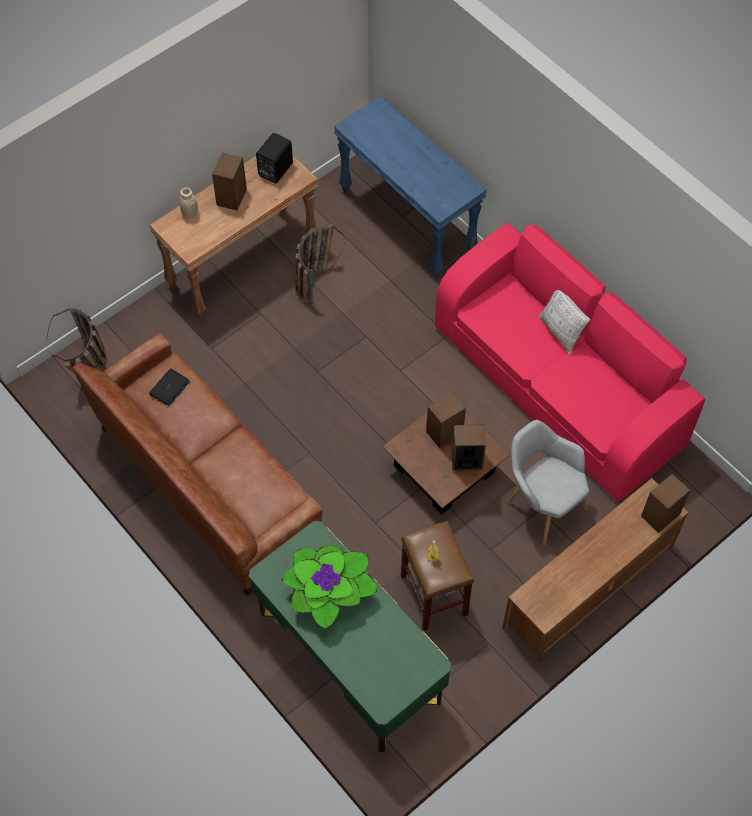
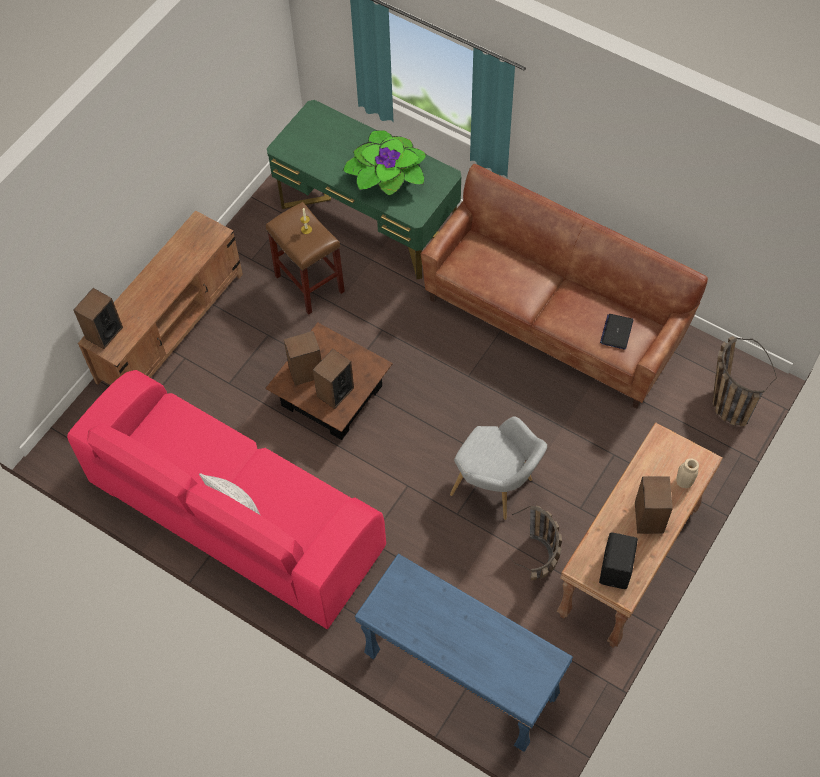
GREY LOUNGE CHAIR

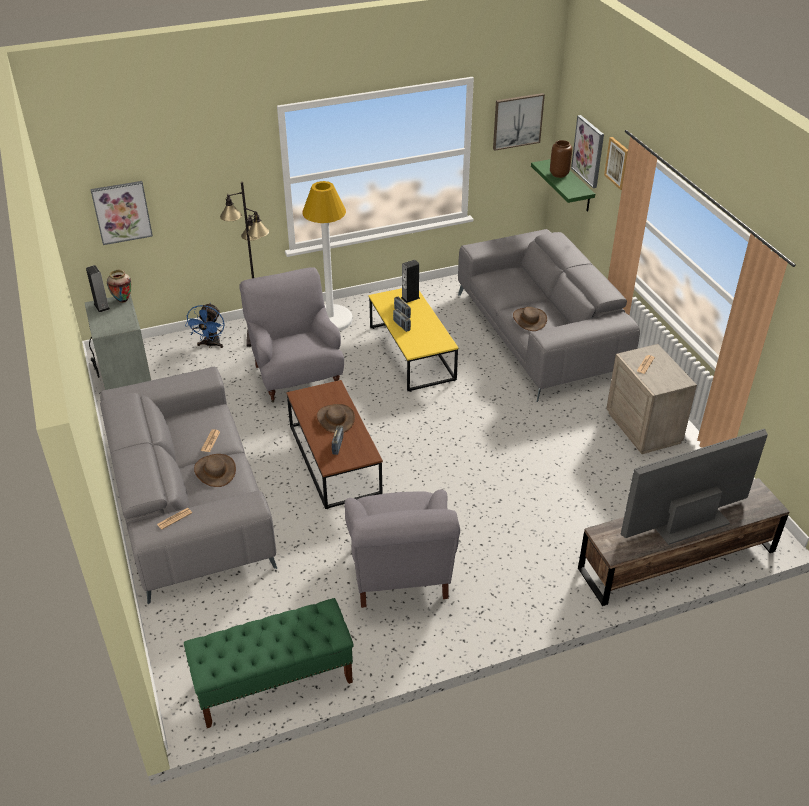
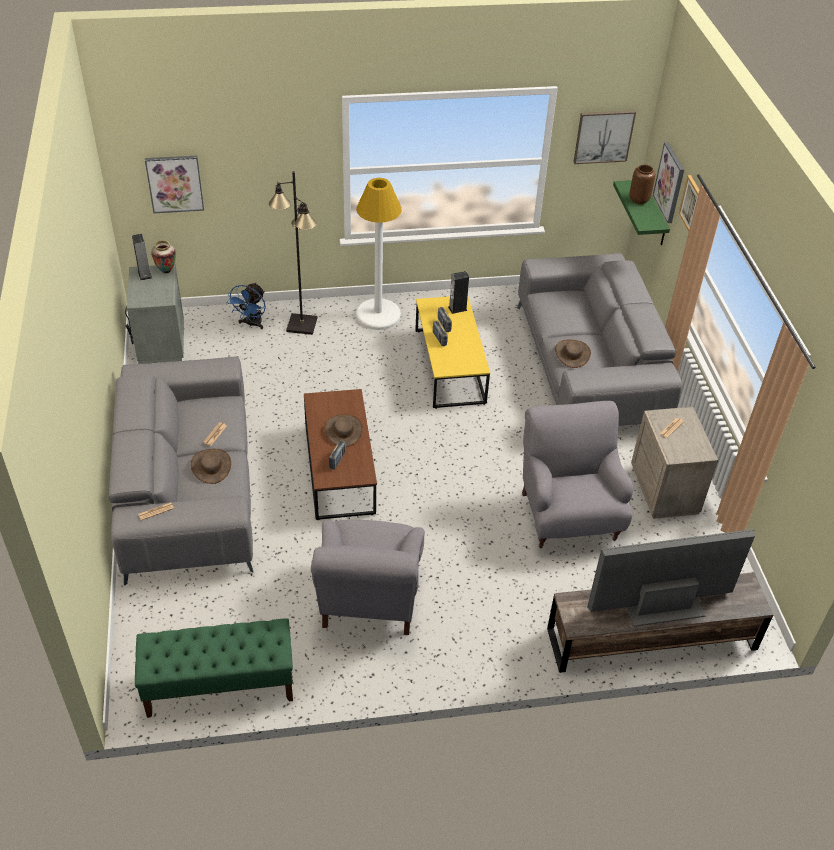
GREY LOUNGE CHAIR (2nd from left)

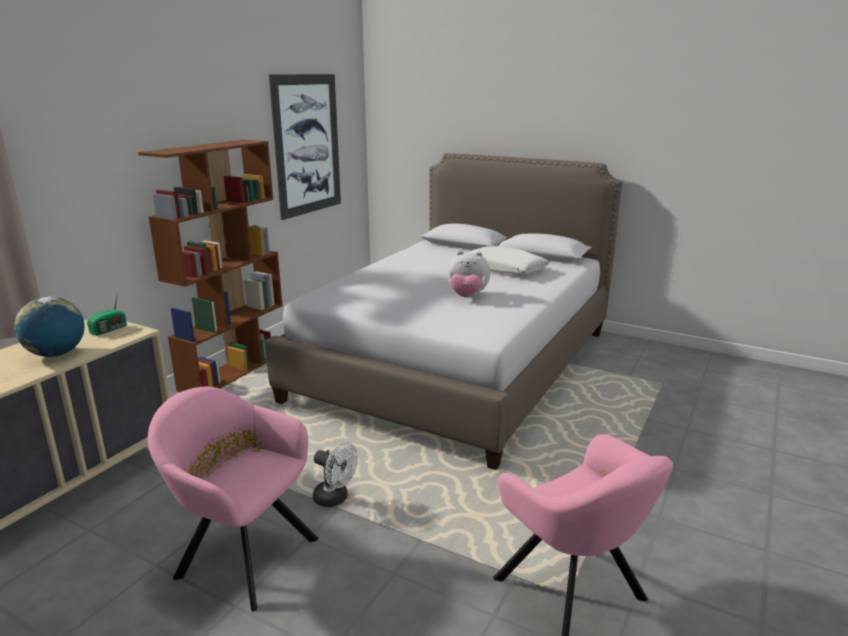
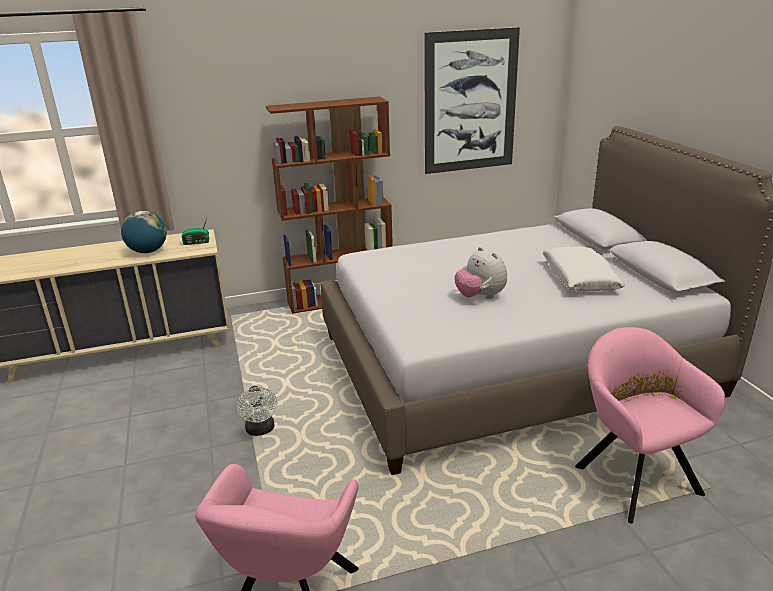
PINK LOUNGE CHAIR (2nd from left)

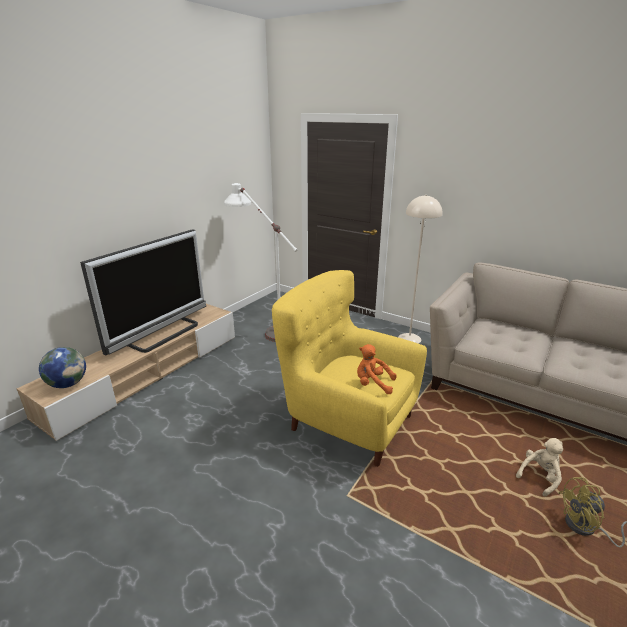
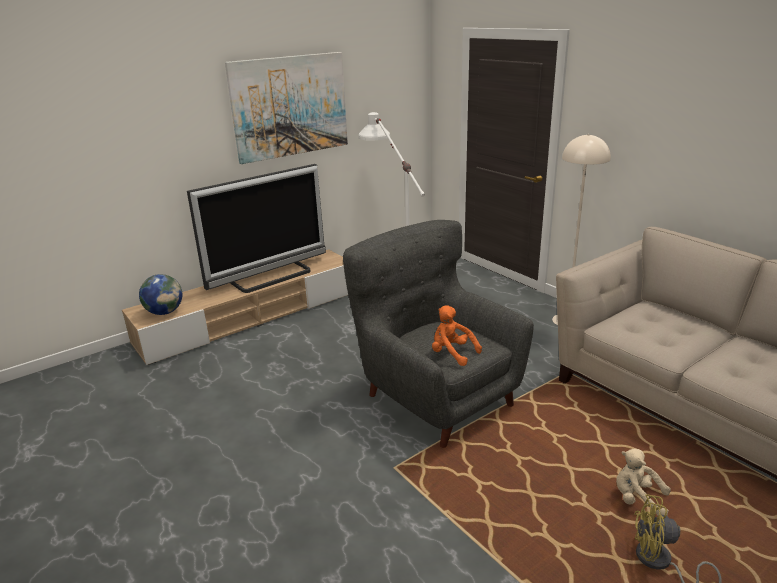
WALL ART; GREY LOUNGE CHAIR; BEIGE CUDDLY TOY

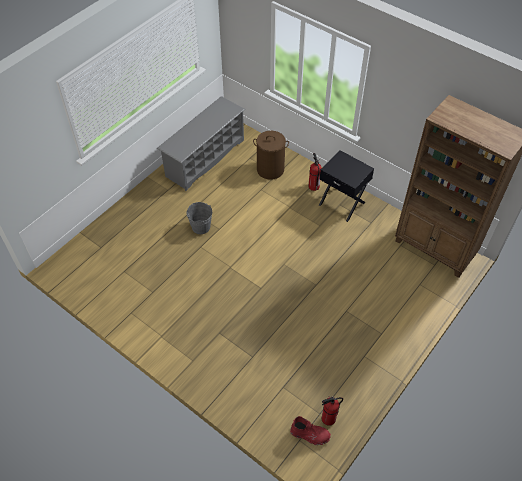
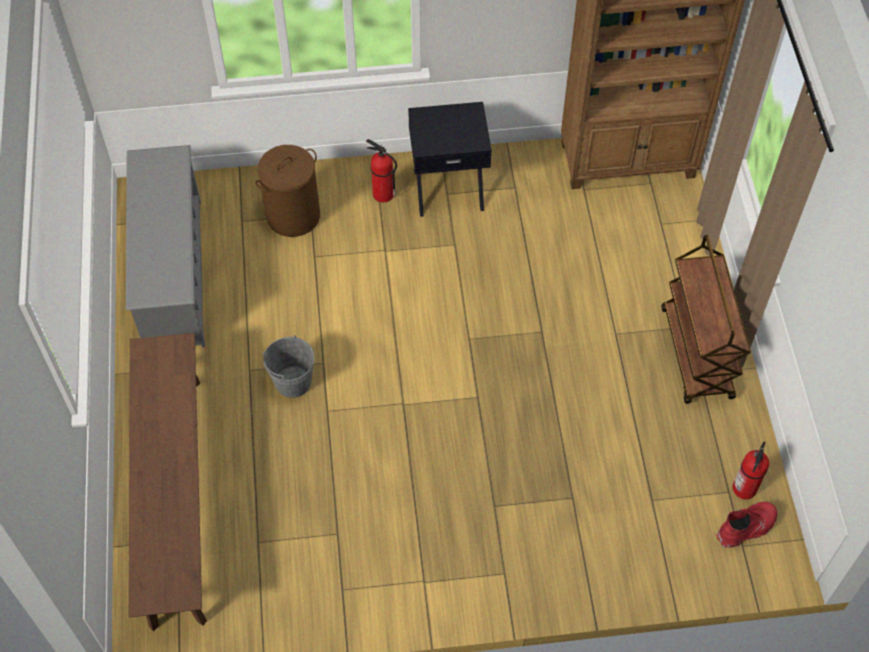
BROWN-COLOURED LONG SEAT; BROWN-COLOURED CART

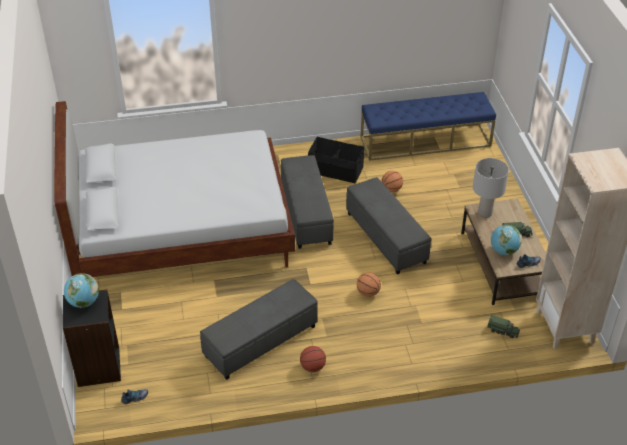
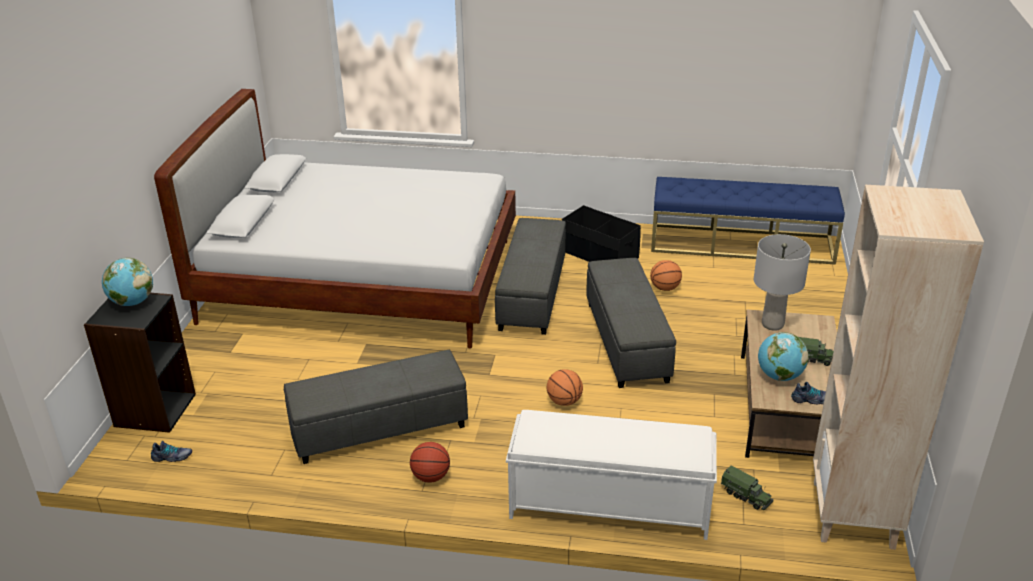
WHITISH LONG SEAT

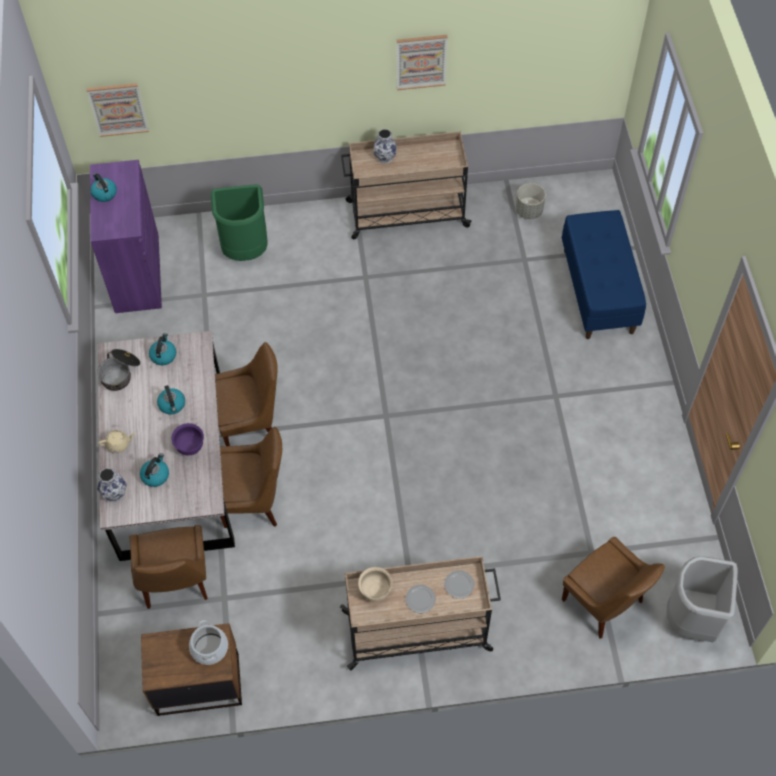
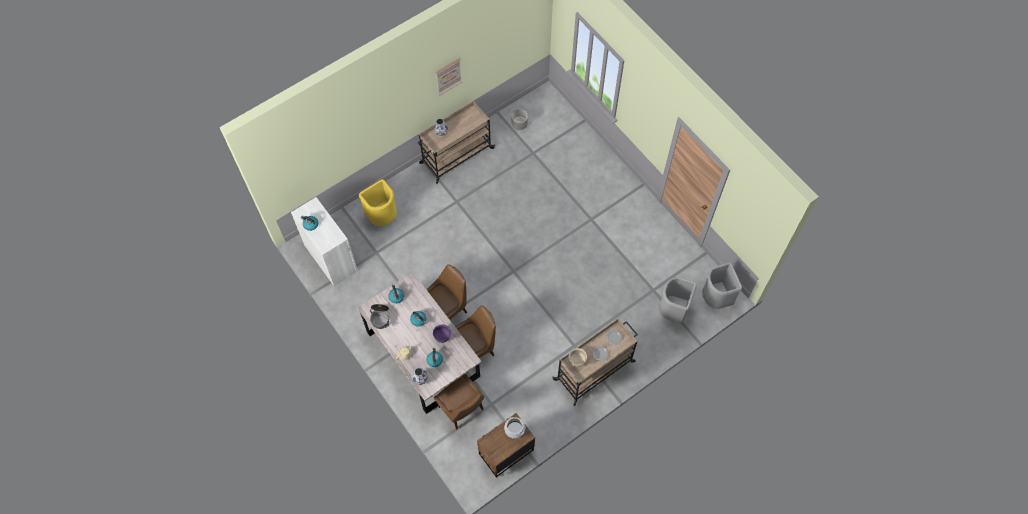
WHITISH CUPBOARD; YELLOW TRASH CAN; GREY TRASH CAN (1st from left); WALL ART (1st from left in the first image); BLUE LONG SEAT

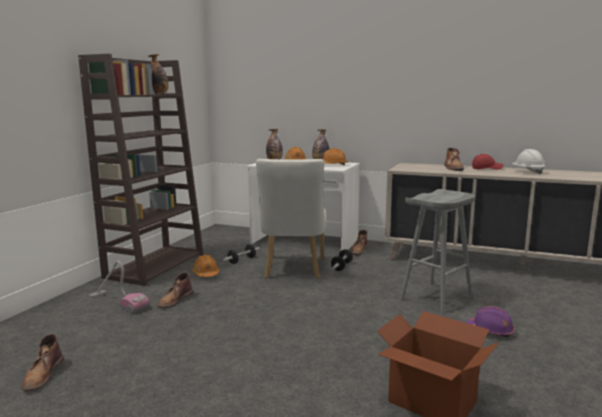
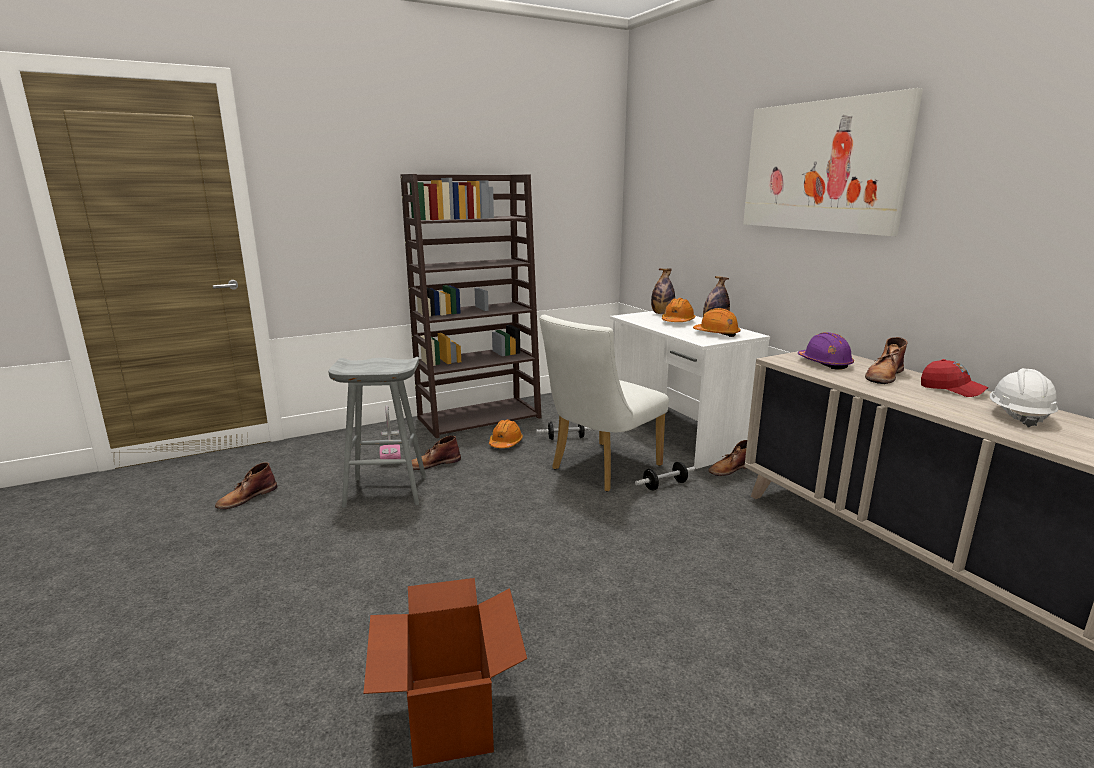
GREY STOOL; WALL ART; PURPLE-COLOURED SAFETY HELMET; BEVERAGE BOTTLE (1st from left in the first image)

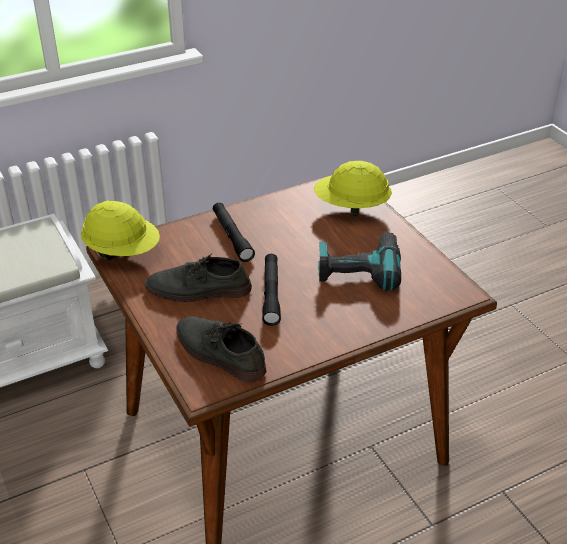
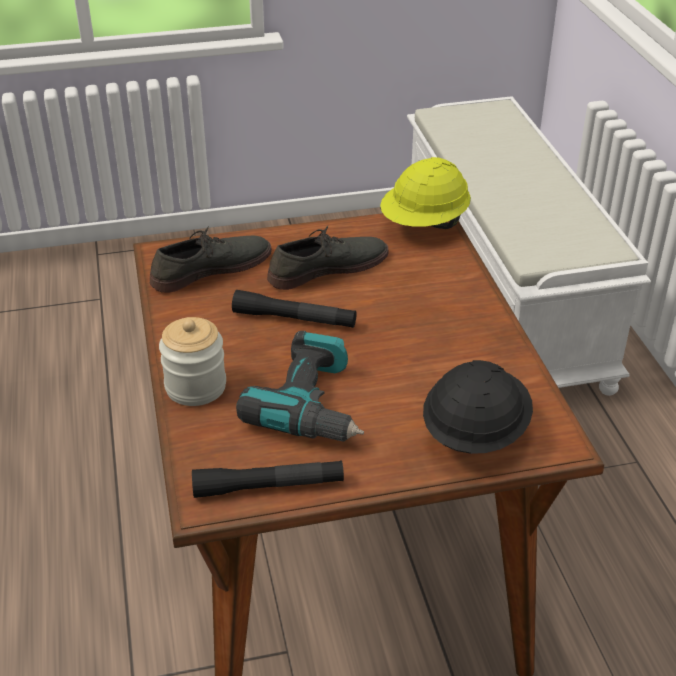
PRESERVE JAR; BLACK-COLOURED FLASHLIGHT (1st from left); GREY LOW SHOE (2nd from left); BLACK-COLOURED SAFETY HELMET

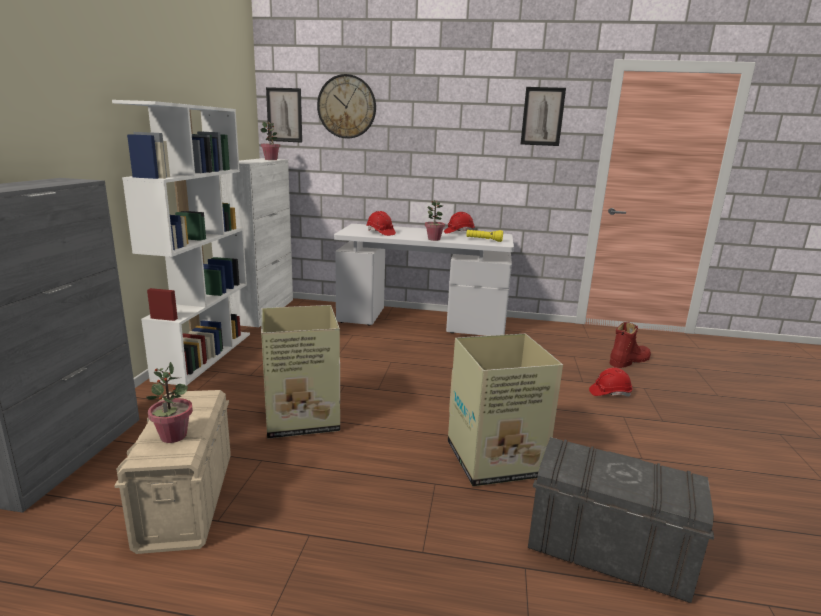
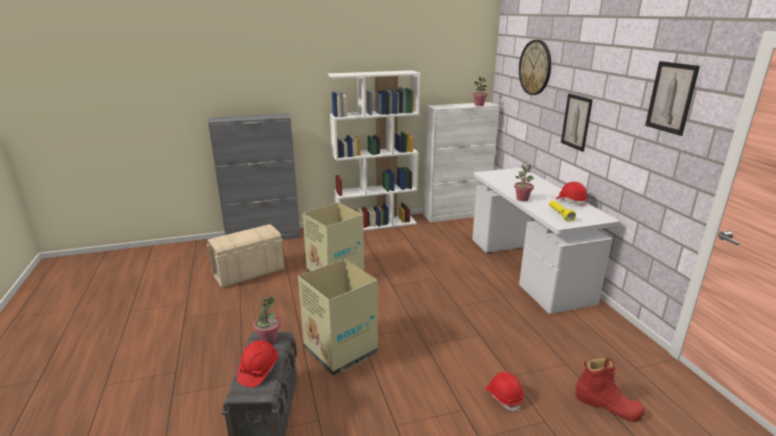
RED-COLOURED SAFETY HELMET (1st from left); PLANT IN A POT (1st from left); WALL ART (1st from left)

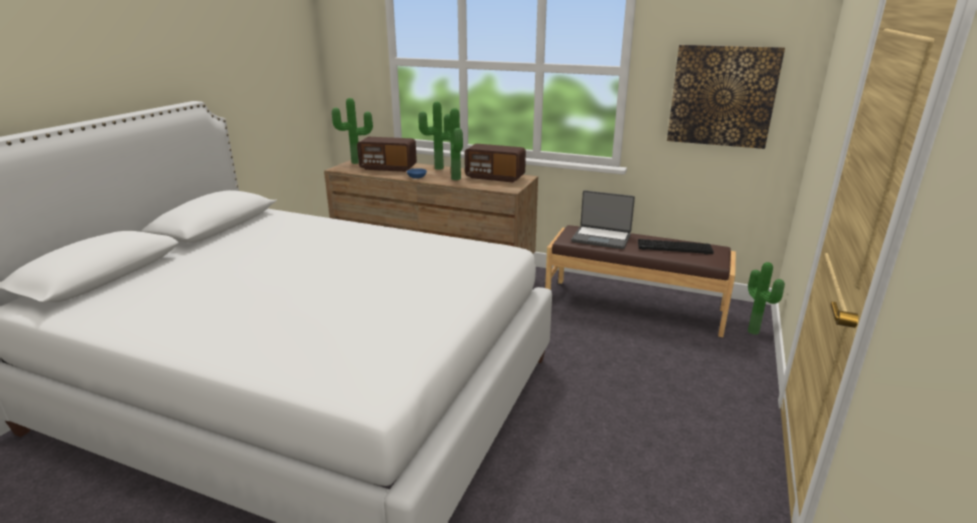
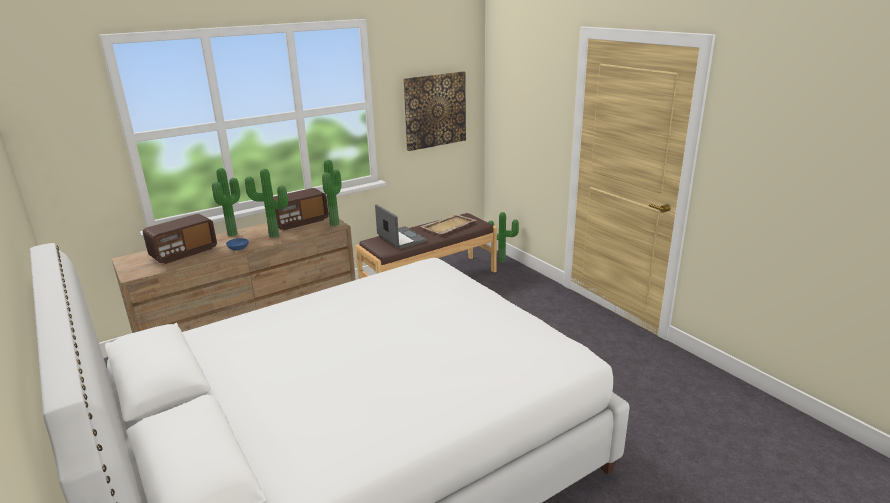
PLANT IN A POT (3rd from left); NOTEBOOK COMPUTER; BEIGE CARRYING TRAY

